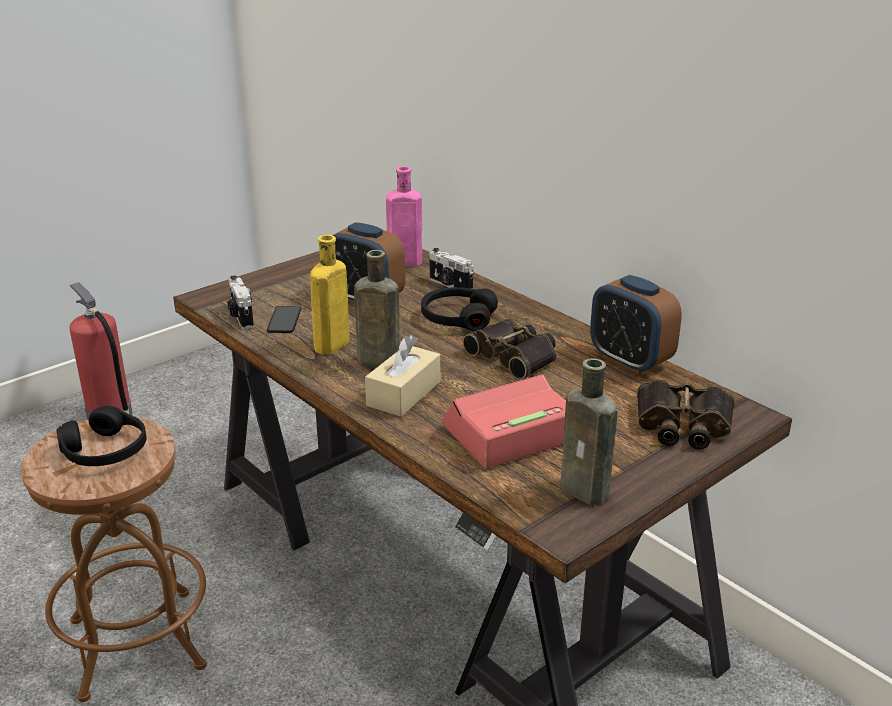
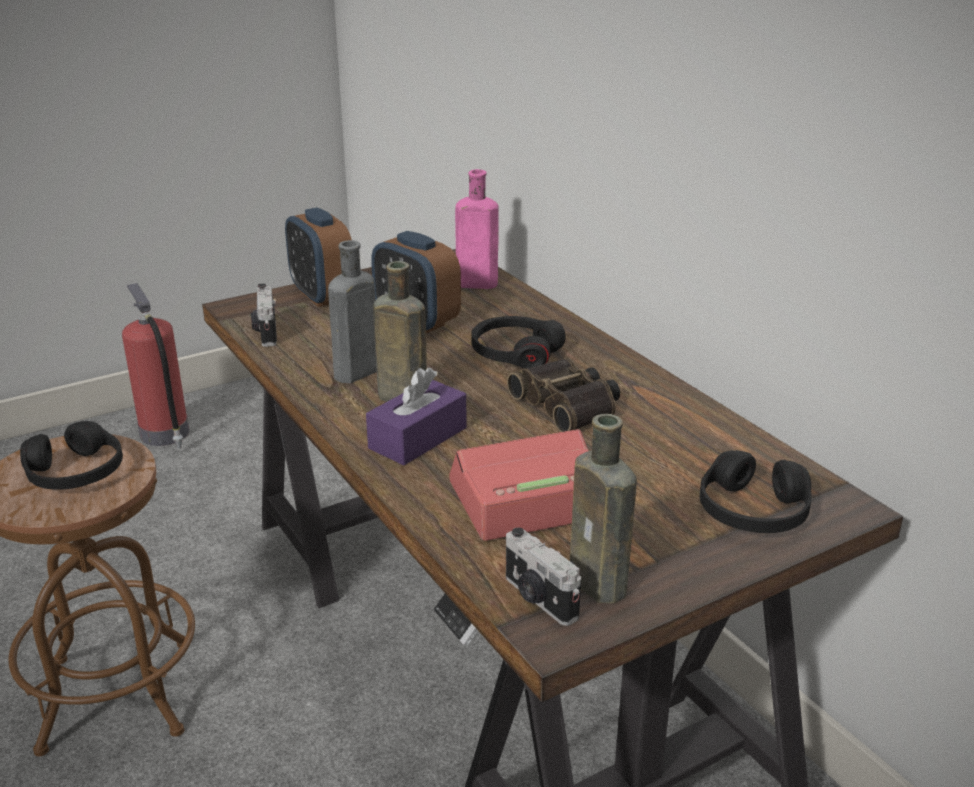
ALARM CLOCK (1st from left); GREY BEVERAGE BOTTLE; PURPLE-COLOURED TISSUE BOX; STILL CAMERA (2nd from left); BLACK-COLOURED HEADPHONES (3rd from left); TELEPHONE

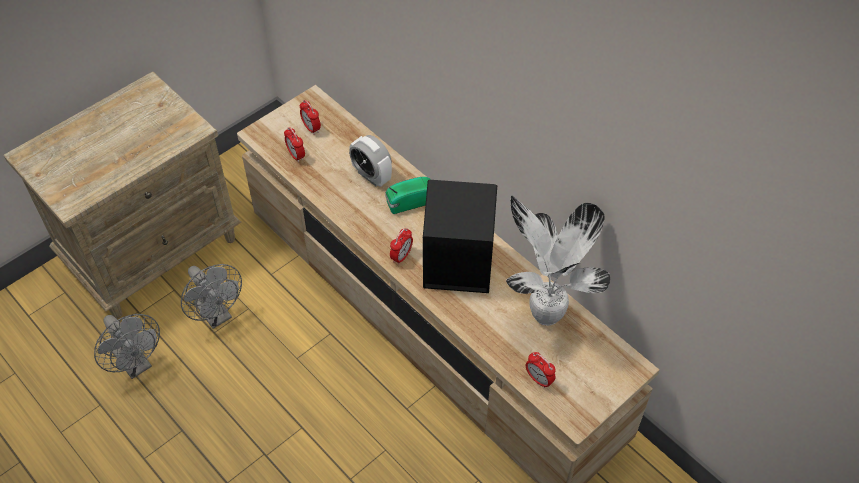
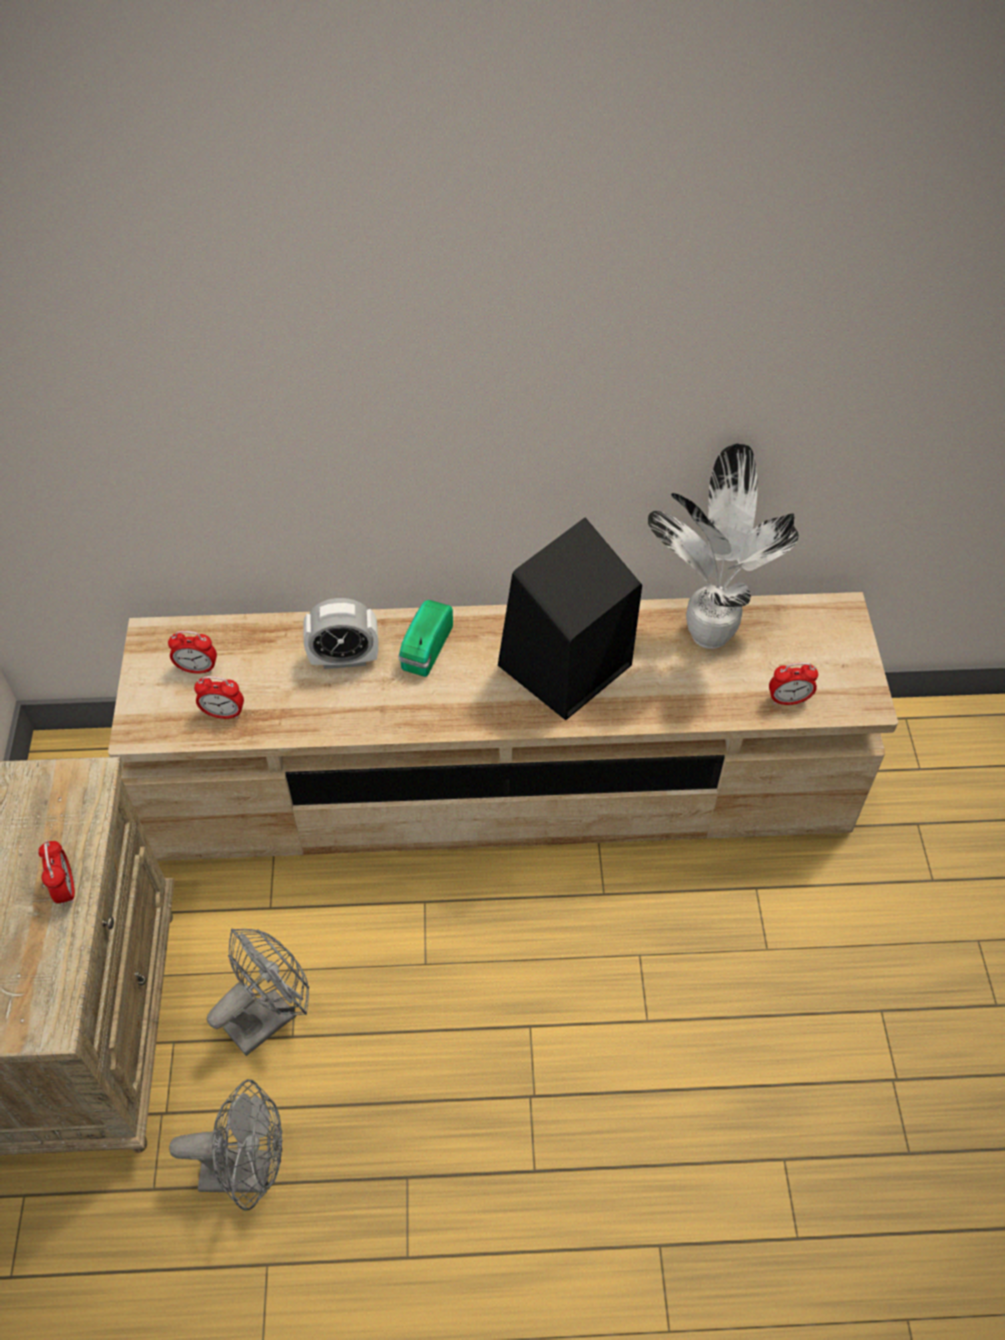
ALARM CLOCK (1st from left); GREY ELECTRIC FAN (2nd from left)

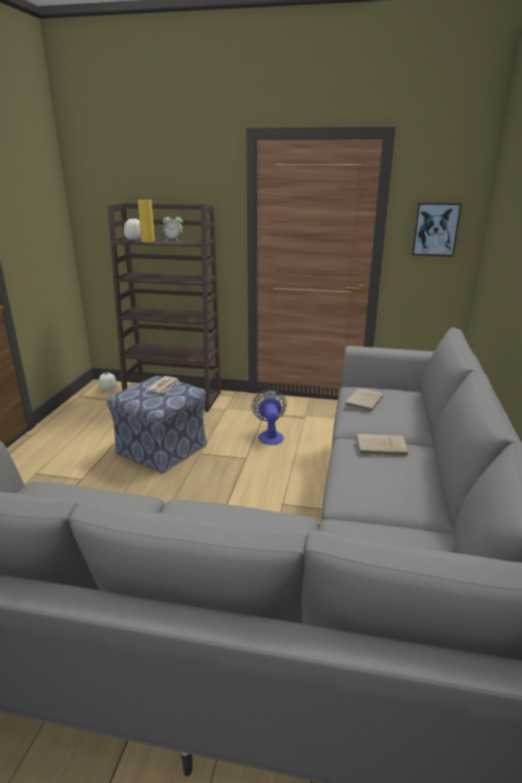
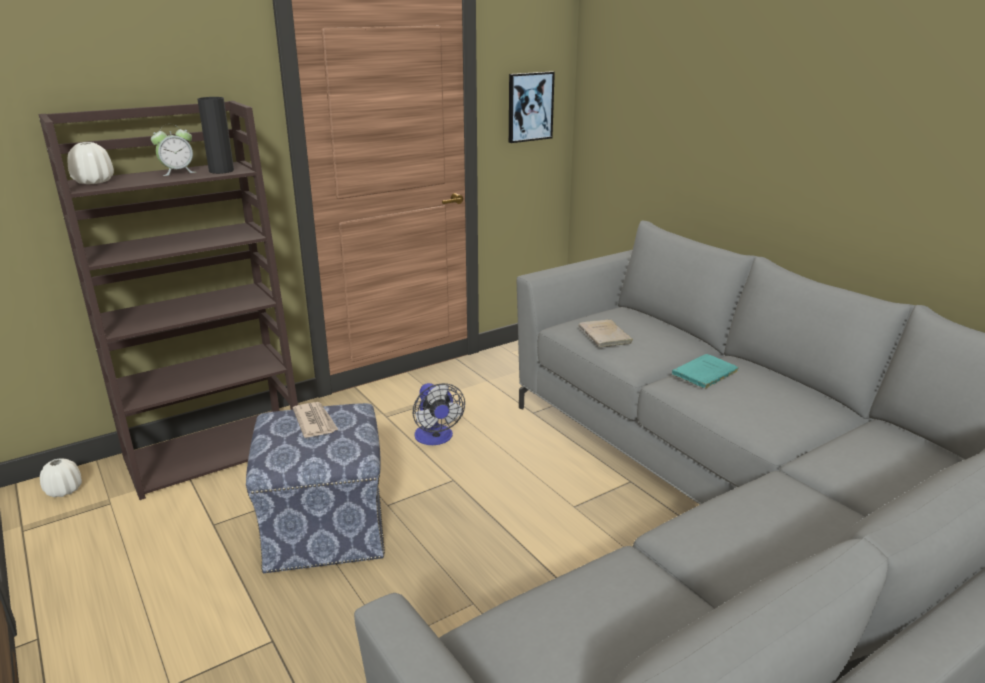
BLACK-COLOURED FLOWER VASE; ELECTRIC FAN; TURQUOISE BOUND BOOK; YELLOW FLOWER VASE

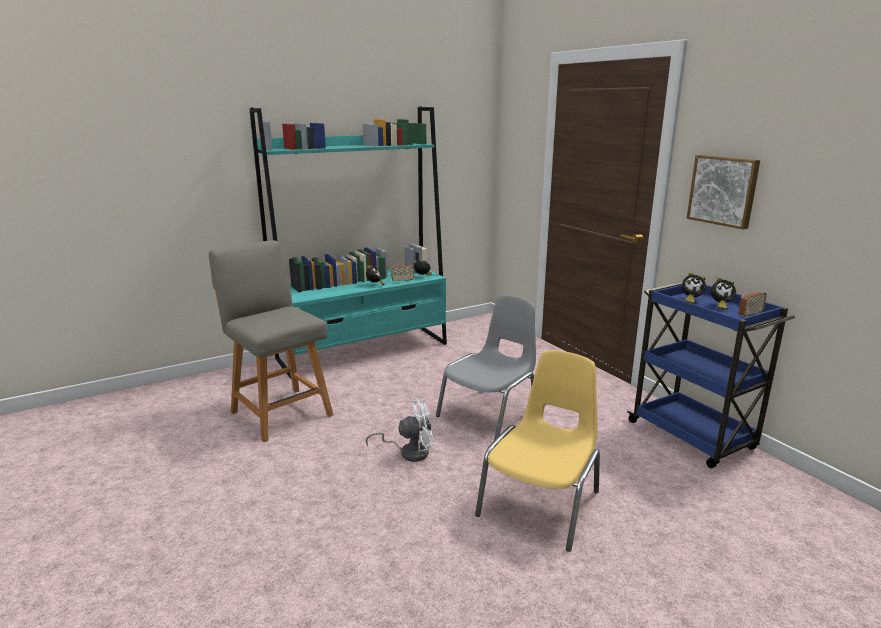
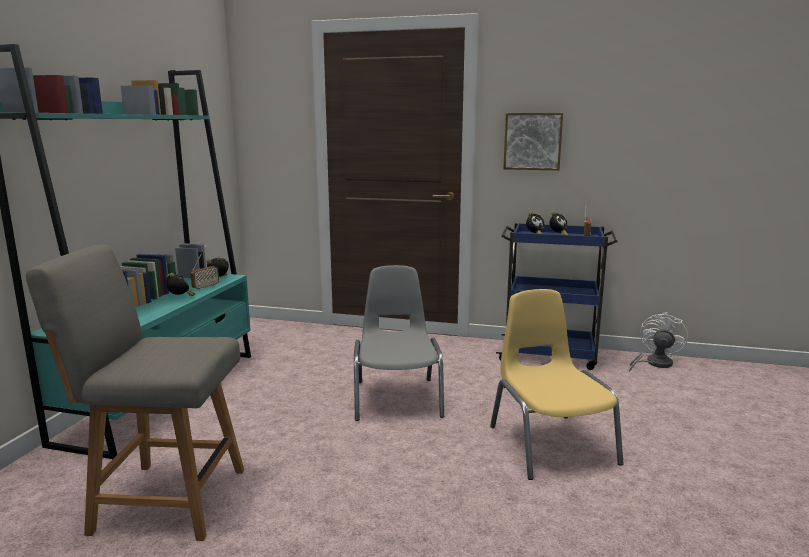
WHITISH ELECTRIC FAN

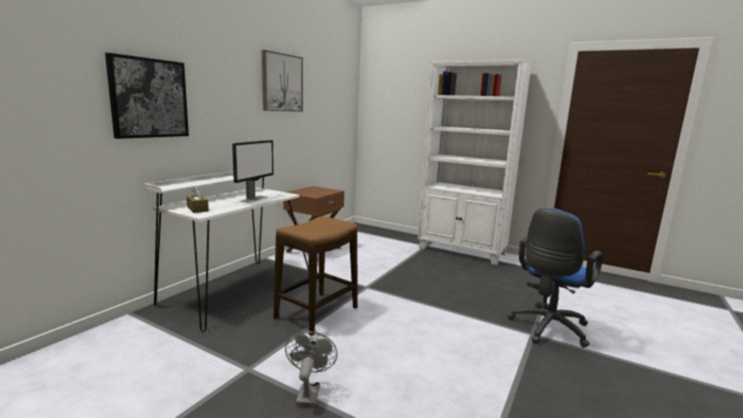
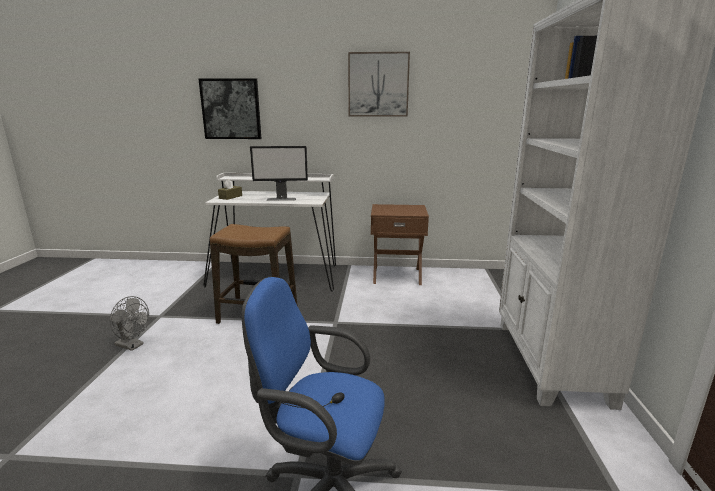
GREY ELECTRIC FAN

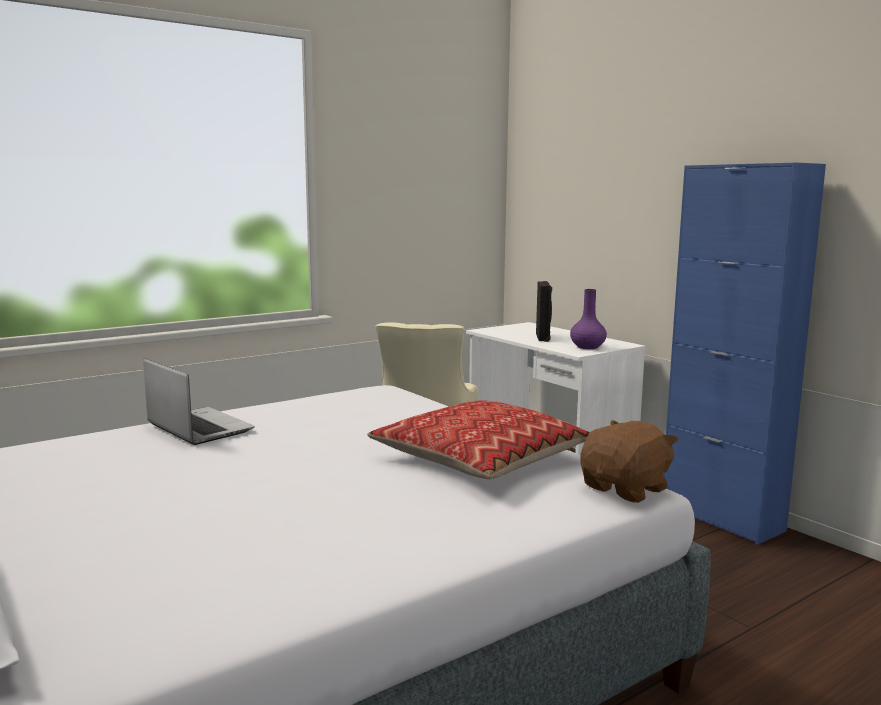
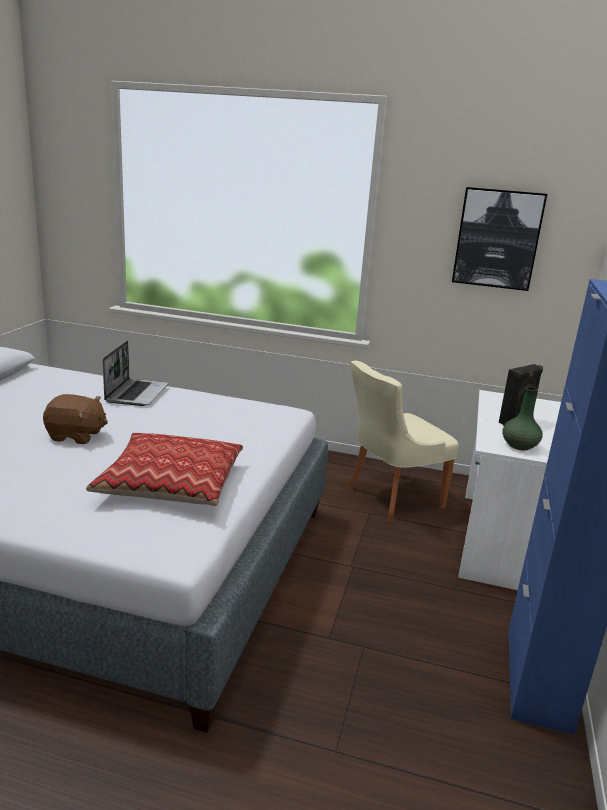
BROWN-COLOURED CUDDLY TOY; WALL ART; GREEN FLOWER VASE

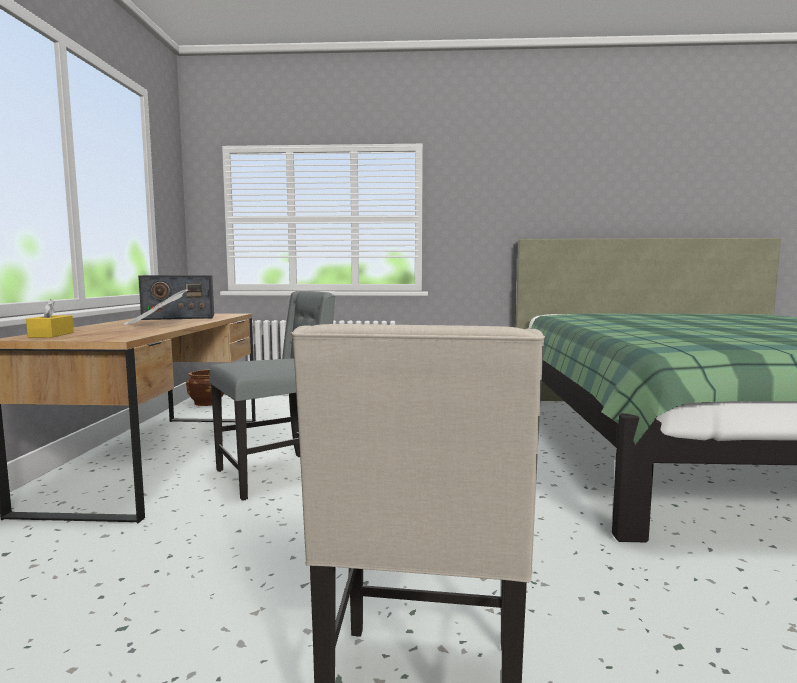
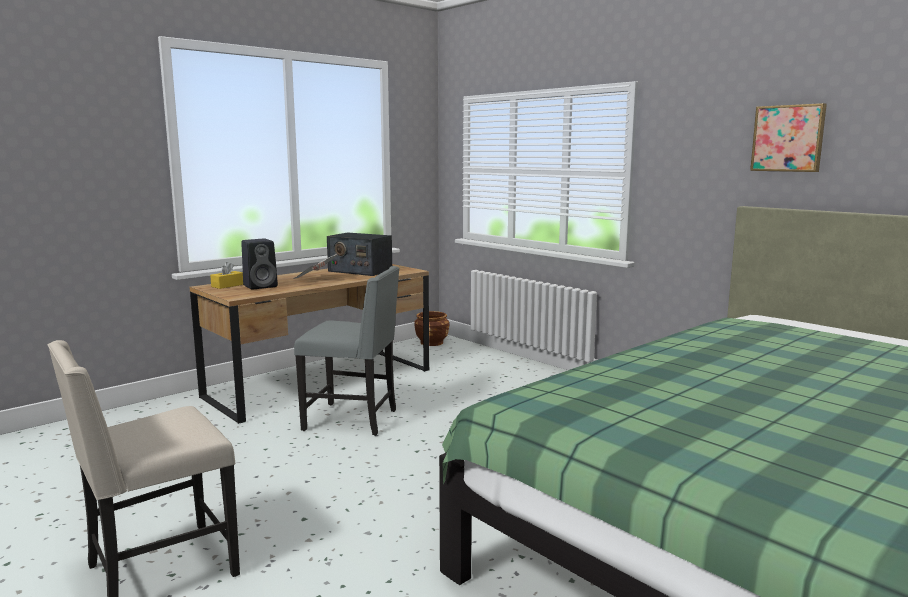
BLACK-COLOURED LOUDSPEAKER; WALL ART

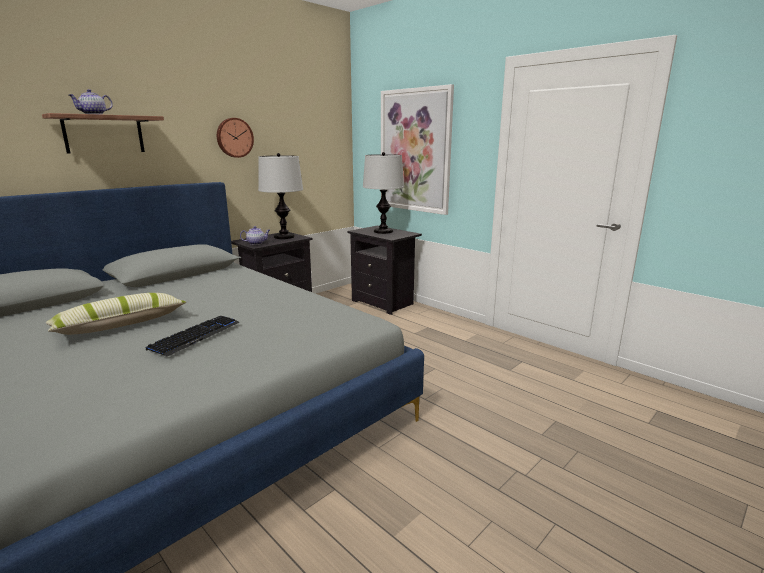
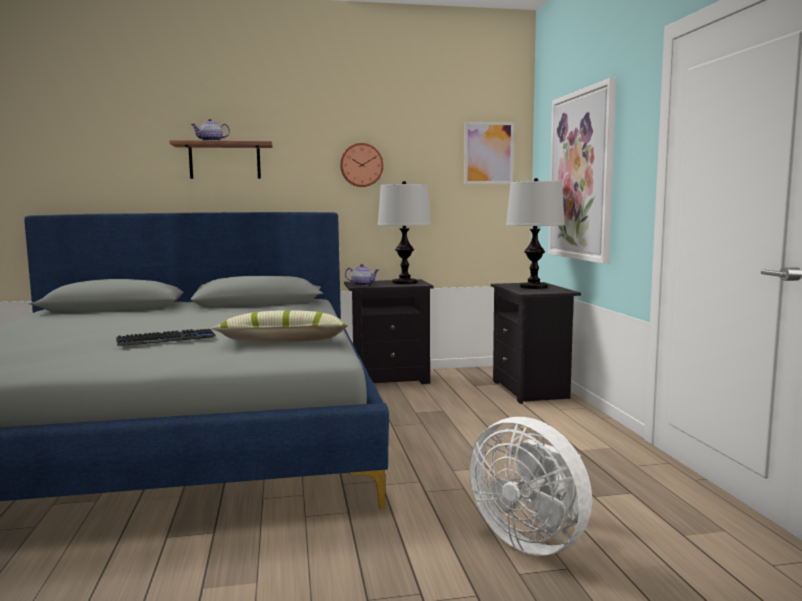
THROW PILLOW; WALL ART (1st from left); WHITISH ELECTRIC FAN

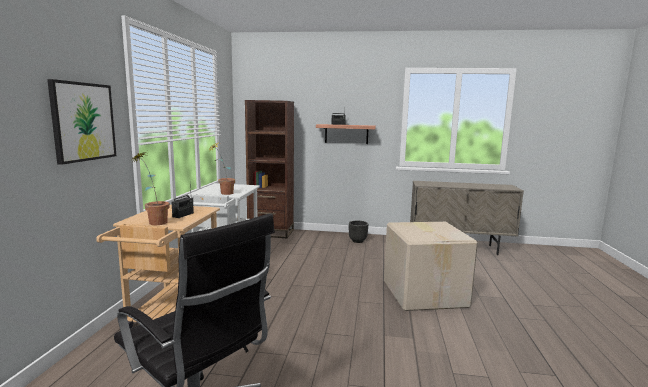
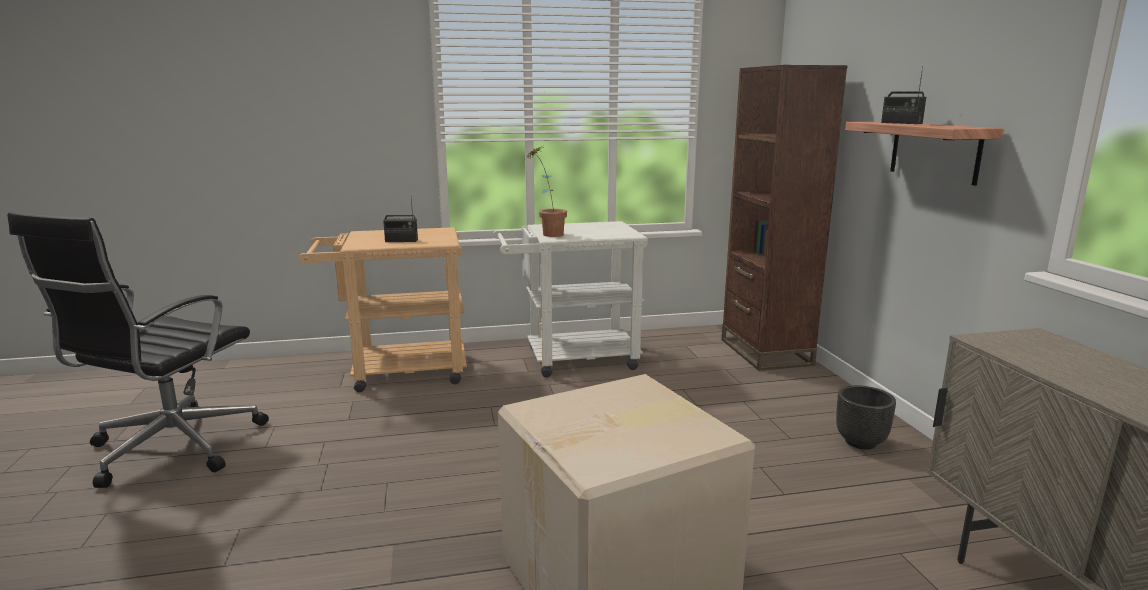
WALL ART; PLANT IN A POT (1st from left in the first image)

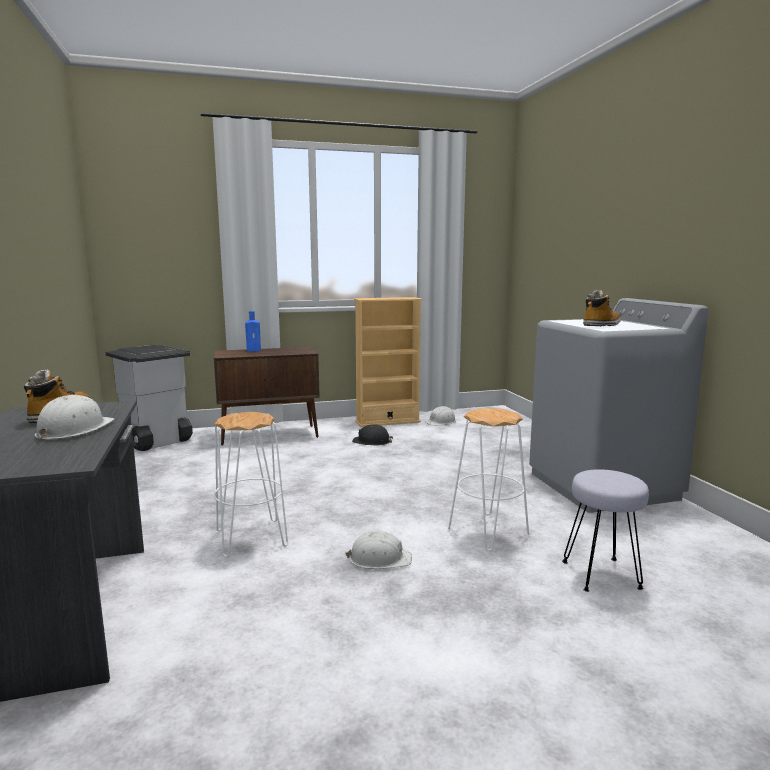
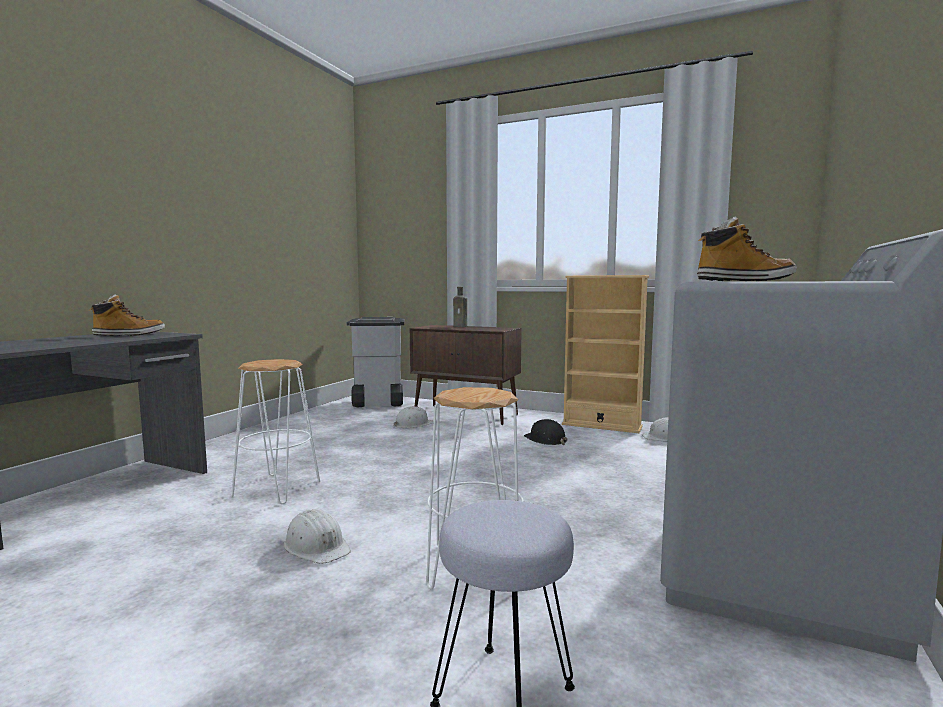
WHITISH SAFETY HELMET (2nd from left); BROWN-COLOURED BEVERAGE BOTTLE

